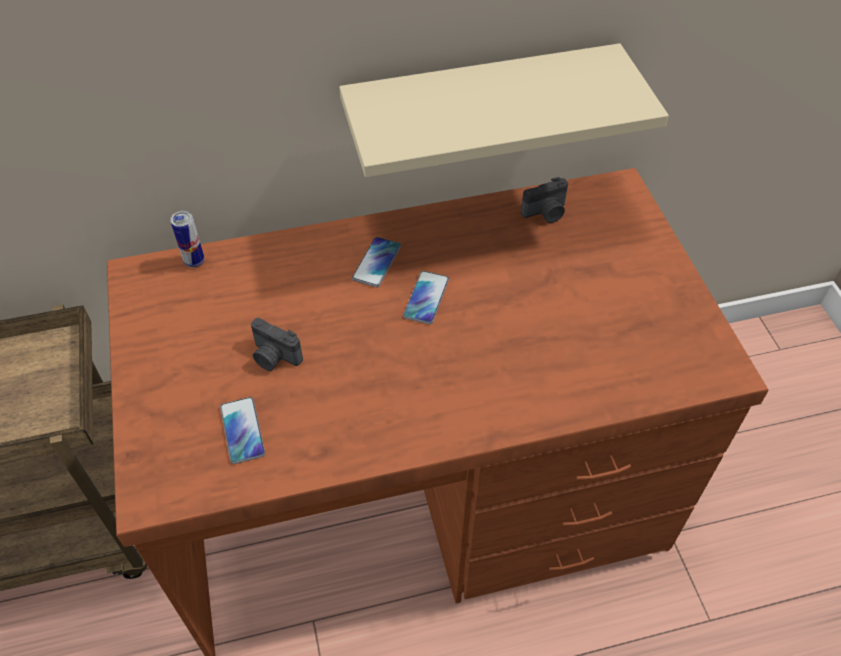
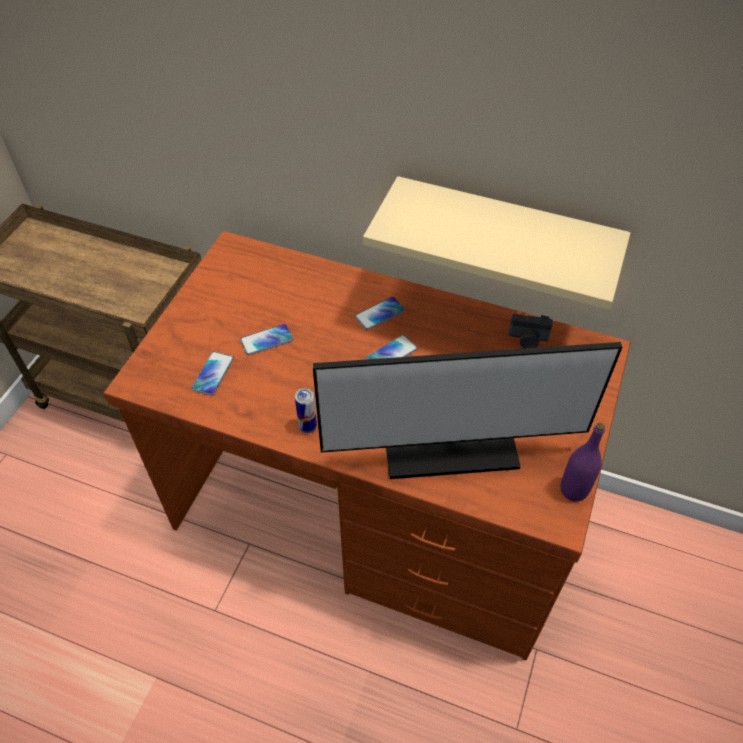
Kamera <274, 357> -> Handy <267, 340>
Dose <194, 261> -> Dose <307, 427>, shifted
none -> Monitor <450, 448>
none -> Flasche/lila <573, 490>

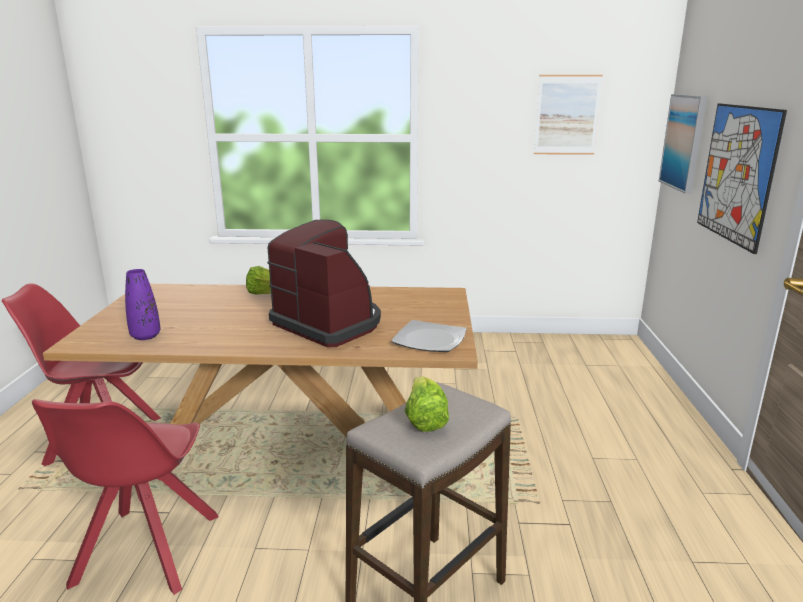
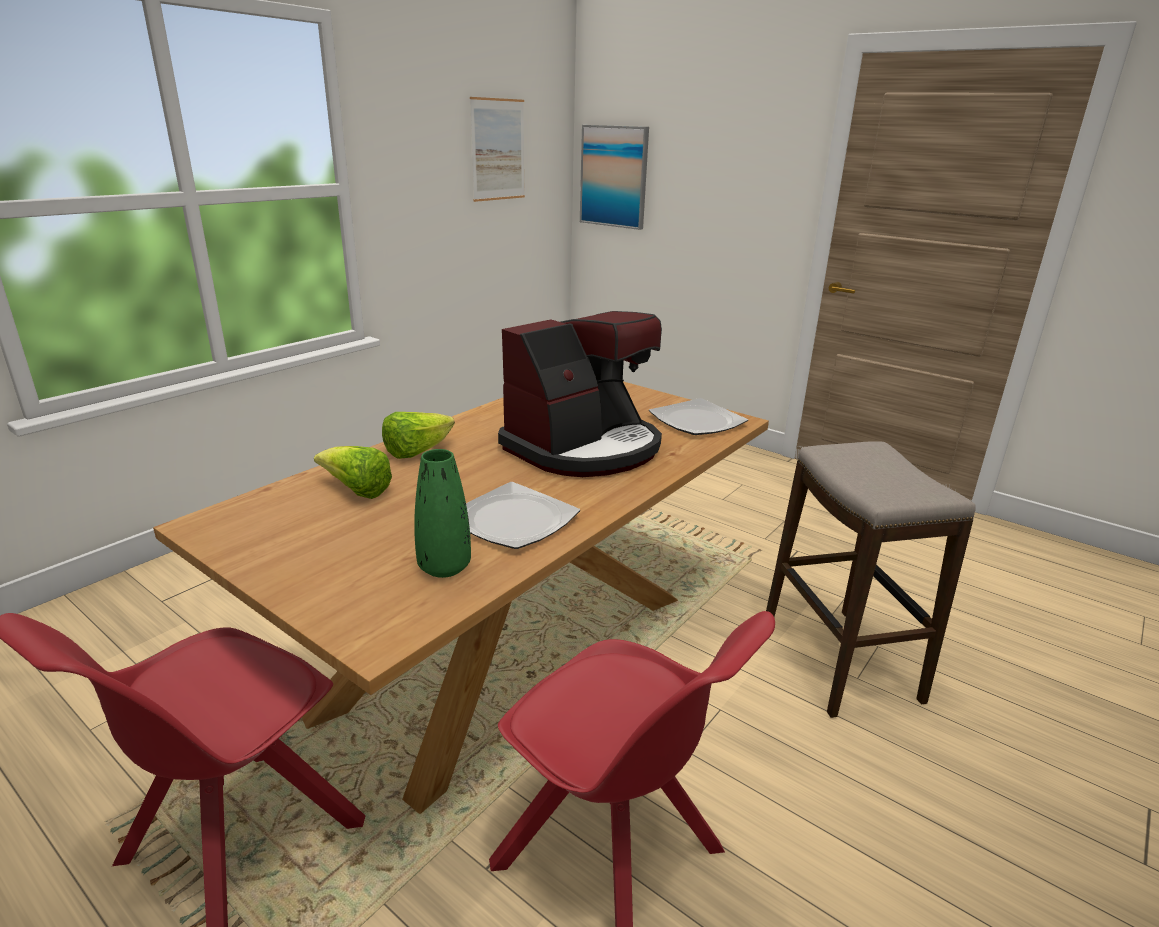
Salatkopf <424, 419> -> Salatkopf <357, 491>, shifted
Vase/lila <145, 336> -> Vase/grün <444, 567>
none -> Teller <513, 521>
Kaffeemaschine <329, 323> -> Kaffeemaschine <584, 448>, 150 degrees clockwise
Bild <737, 174> -> none

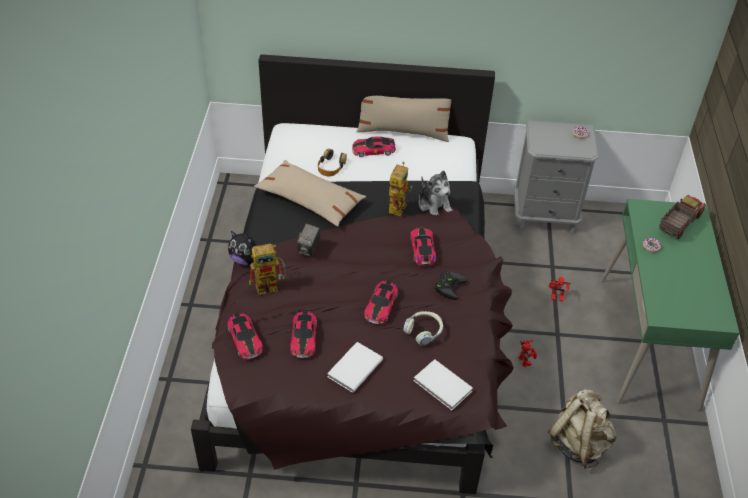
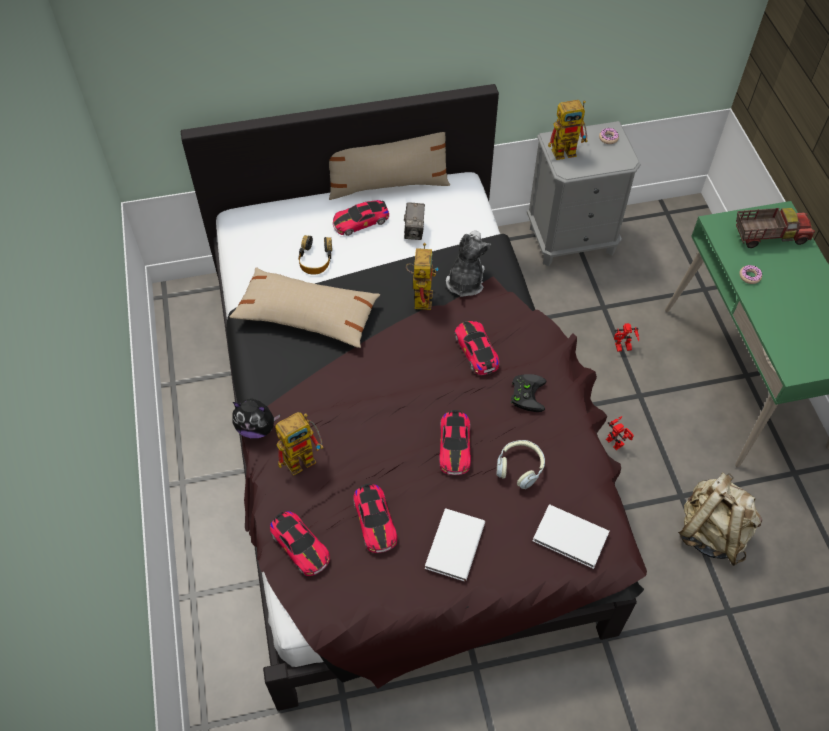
Kamera <309, 249> -> Kamera <414, 231>, shifted
Plüschtier <434, 205> -> Plüschtier <465, 282>, 120 degrees counterclockwise
none -> Spielzeugroboter <568, 150>
Spielzeuglaster <678, 223> -> Spielzeuglaster <769, 236>, 60 degrees clockwise

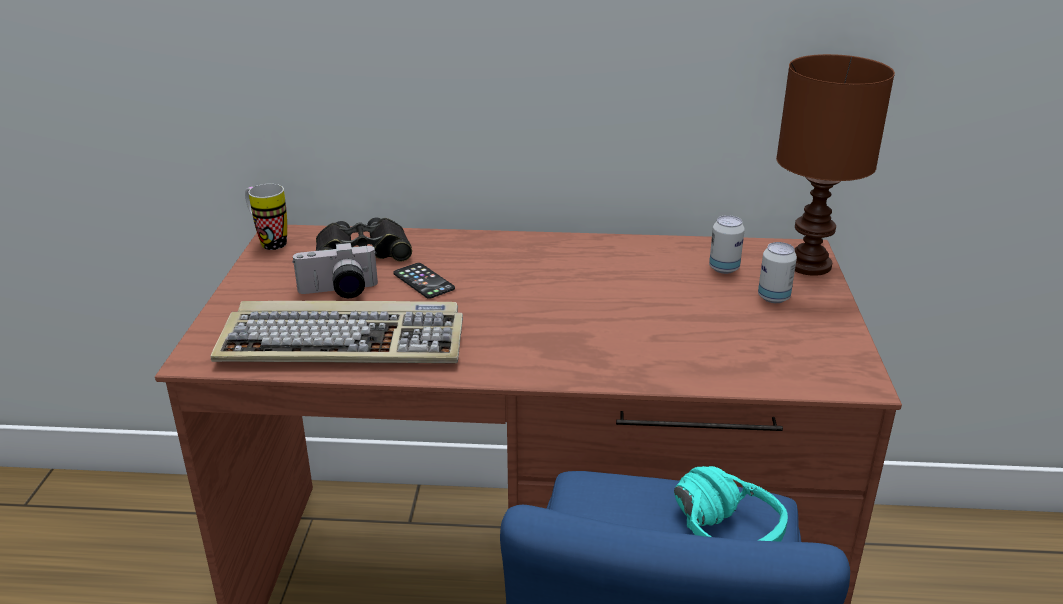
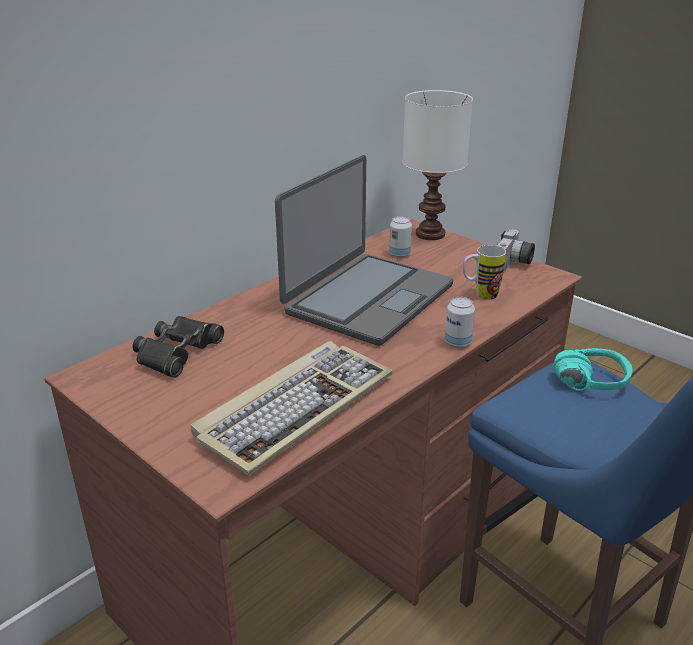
none -> Laptop <367, 298>
Tischlampe/braun <807, 265> -> Tischlampe/weiß <430, 235>
Dose <773, 297> -> Dose <458, 342>, shifted
Henkelbecher <268, 242> -> Henkelbecher <480, 295>, shifted
Kamera <338, 292> -> Kamera <512, 266>, shifted
Handy <423, 281> -> none

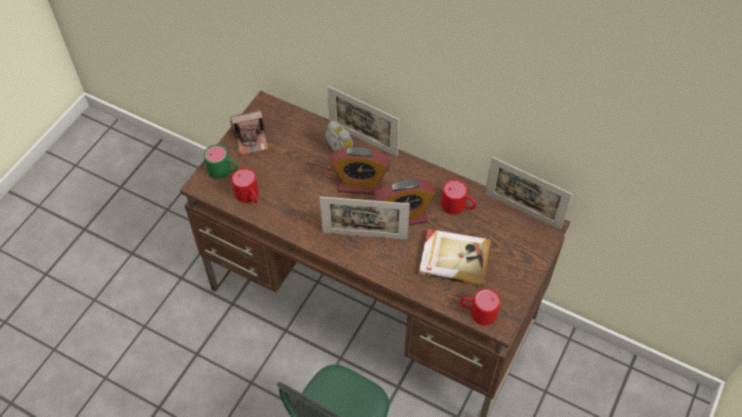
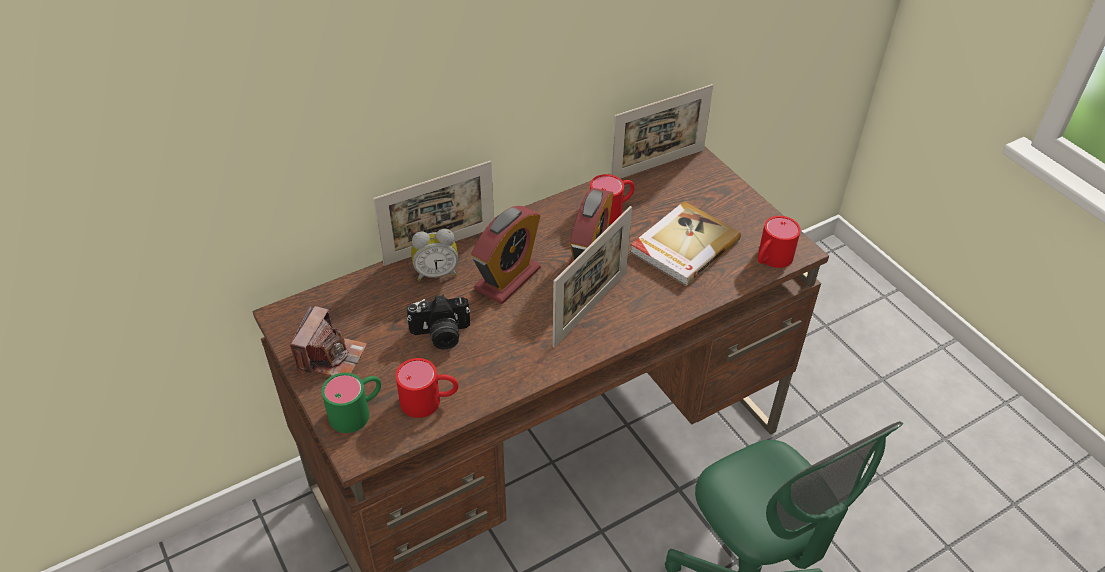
none -> Kamera <441, 335>

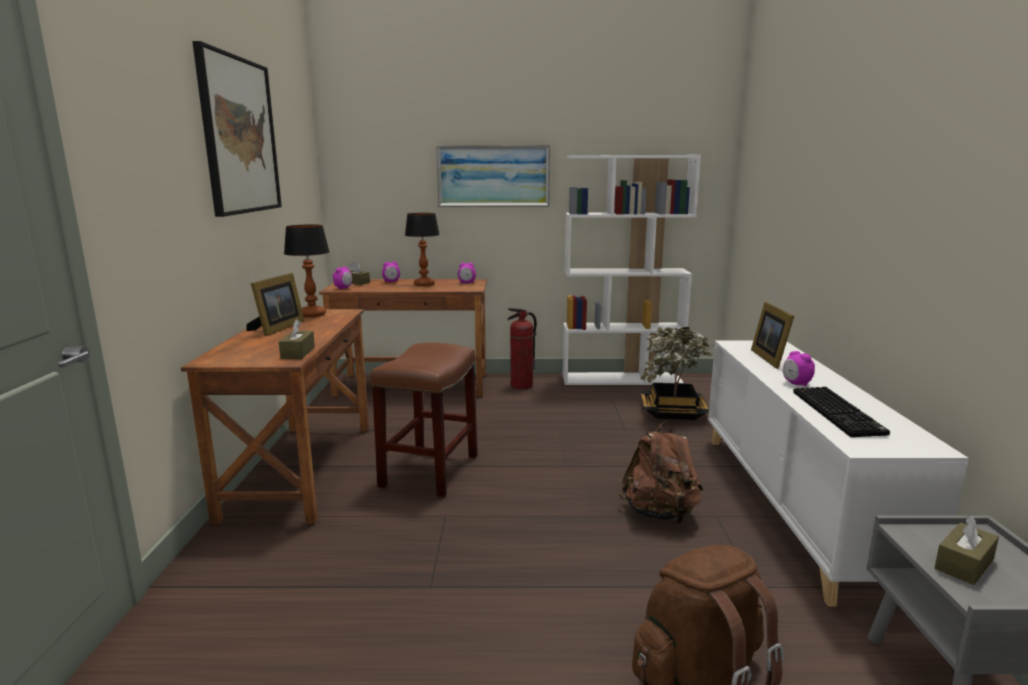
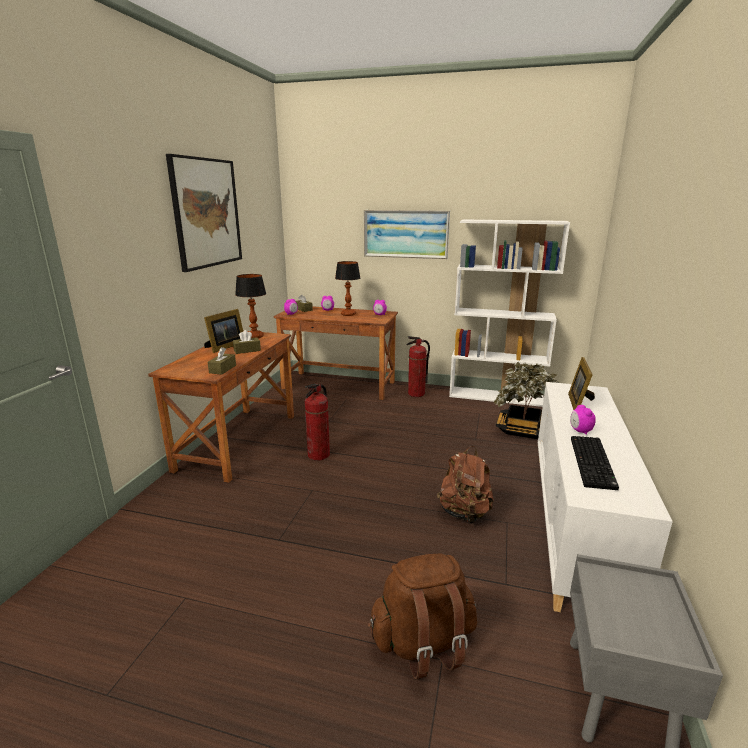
Taschentuchbox/braun <964, 564> -> Taschentuchbox/braun <247, 350>, shifted
Hocker/braun <430, 471> -> Feuerlöscher <318, 455>

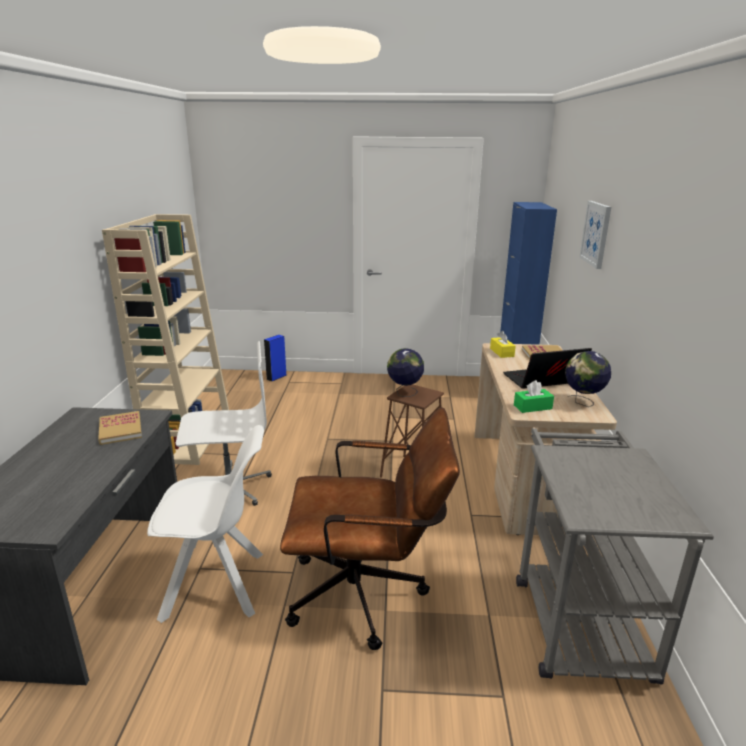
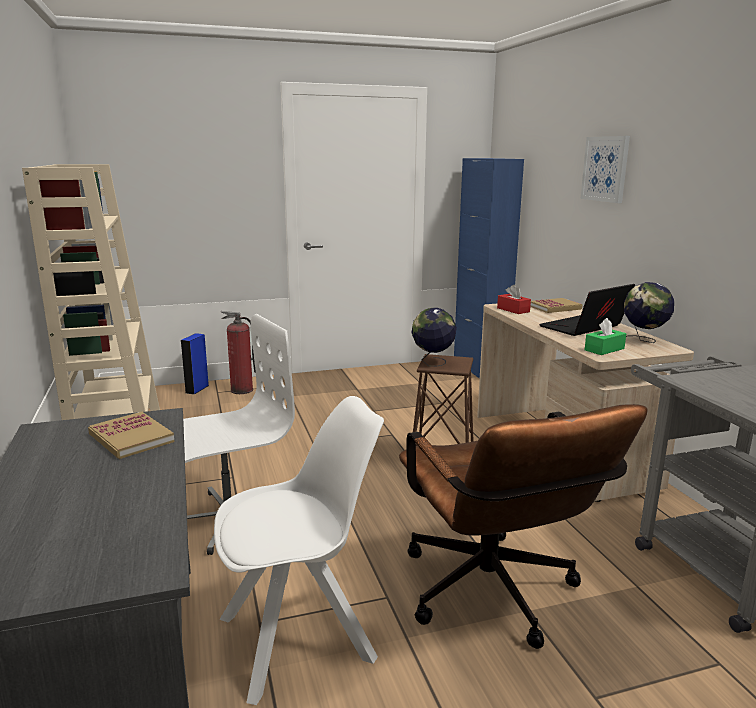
none -> Feuerlöscher <241, 390>
Bürostuhl/braun <368, 594> -> Bürostuhl/braun <495, 598>, 90 degrees clockwise
Taschentuchbox/gelb <501, 352> -> Taschentuchbox/rot <513, 310>

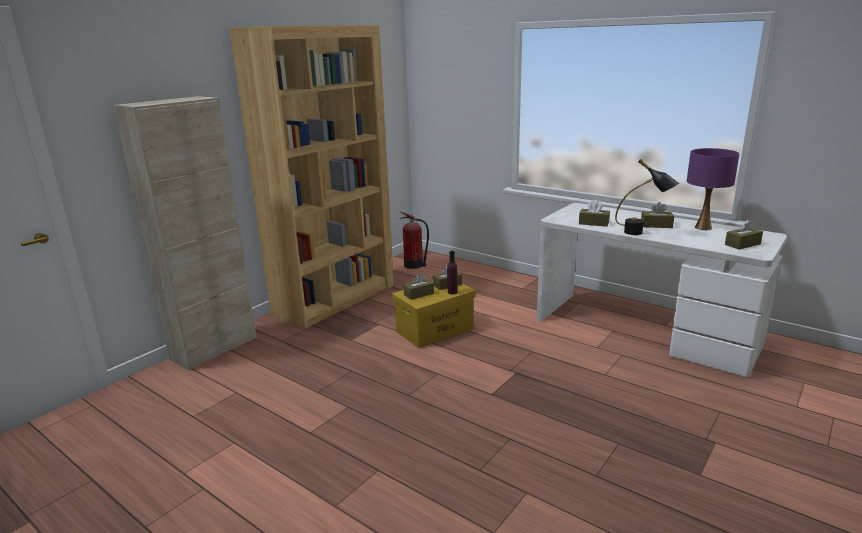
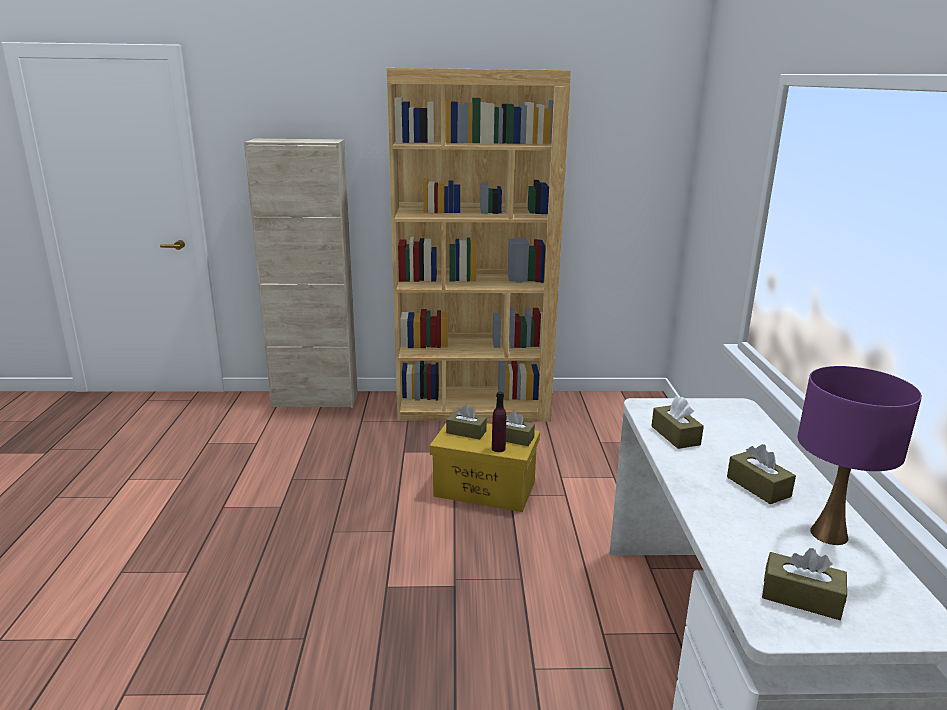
Feuerlöscher <414, 265> -> none
Tischlampe/schwarz <642, 233> -> none

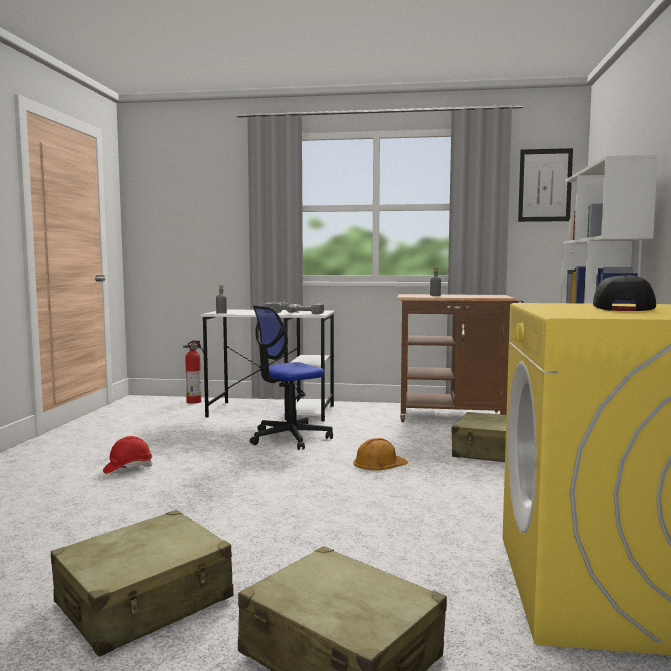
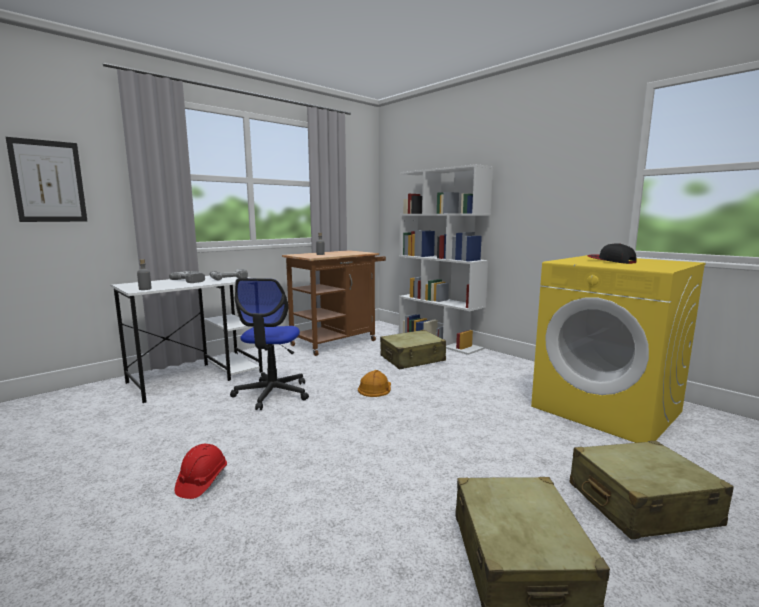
Bild <545, 185> -> Bild <48, 181>, shifted
Feuerlöscher <195, 401> -> none

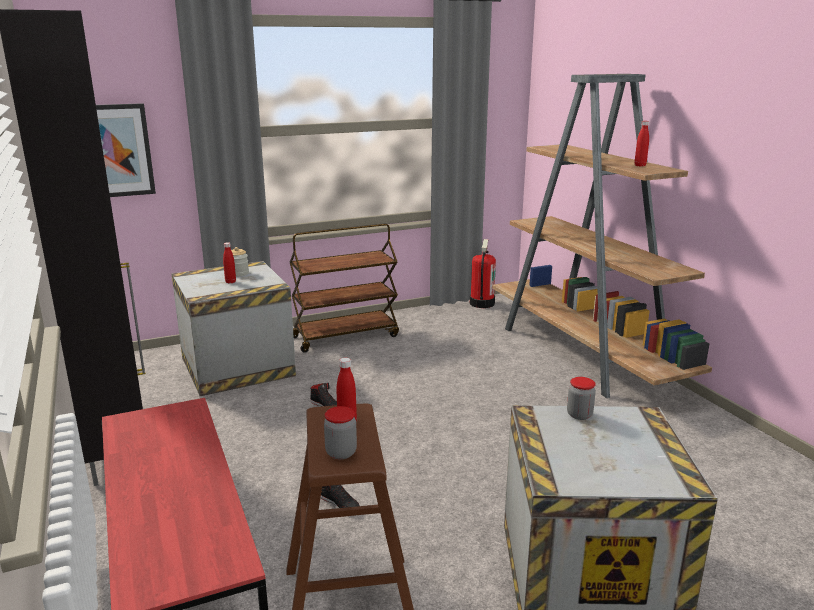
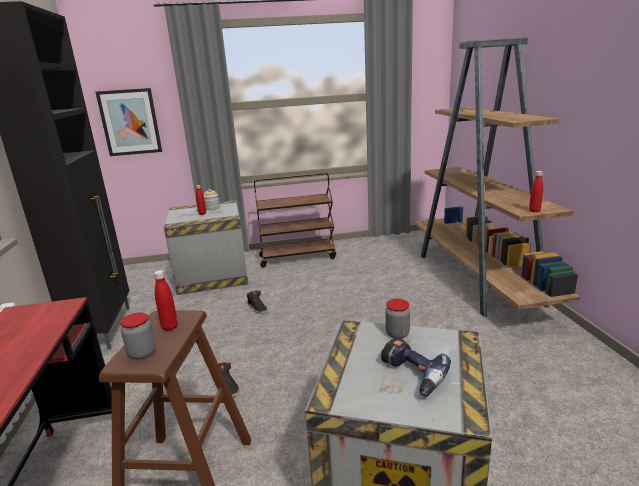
none -> Bohrmaschine <411, 376>
Flasche/rot <640, 165> -> Flasche/rot <534, 211>, shifted
Feuerlöscher <481, 303> -> none

